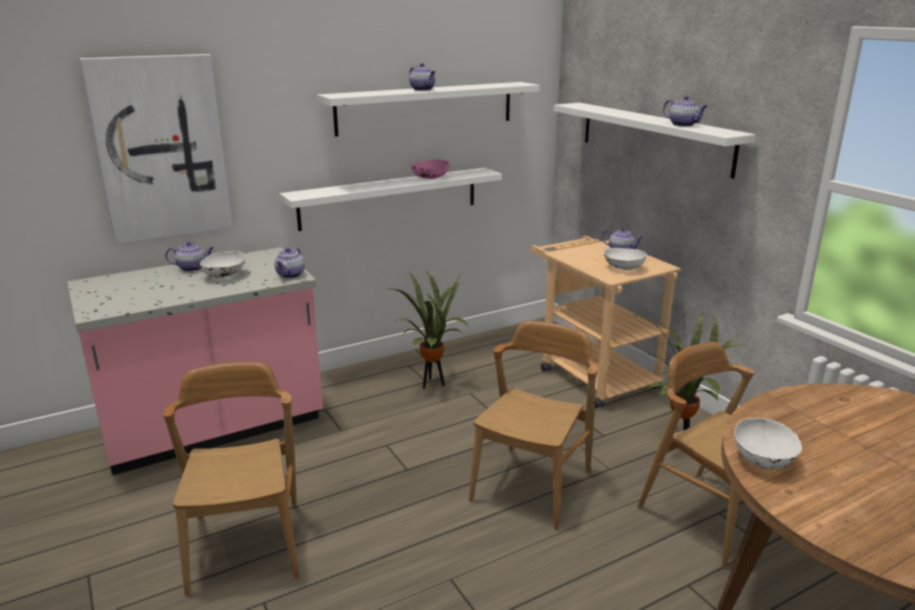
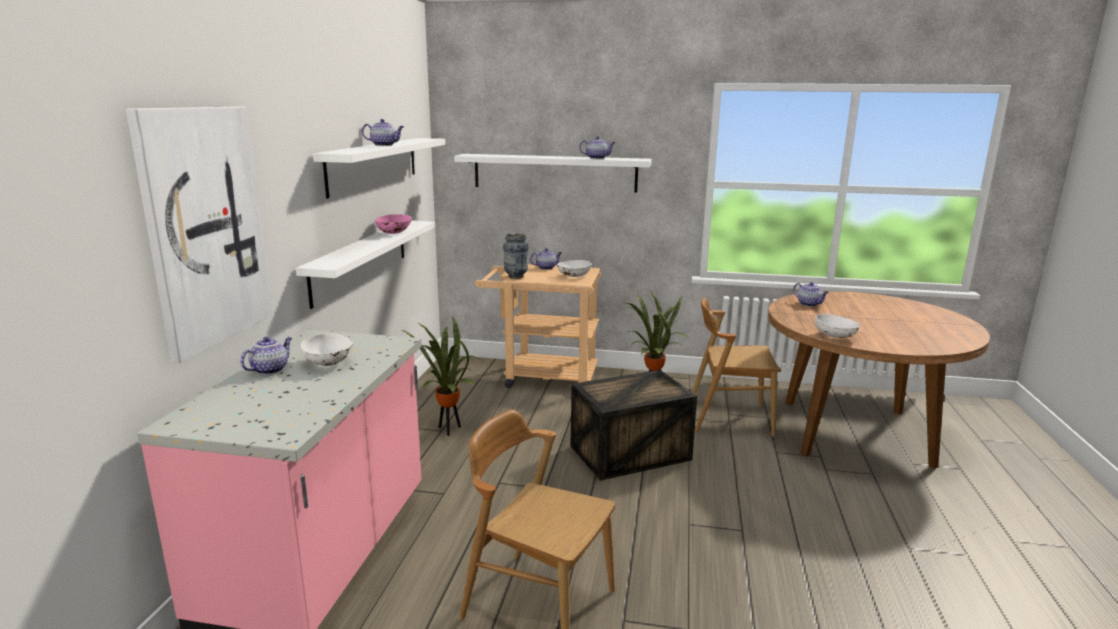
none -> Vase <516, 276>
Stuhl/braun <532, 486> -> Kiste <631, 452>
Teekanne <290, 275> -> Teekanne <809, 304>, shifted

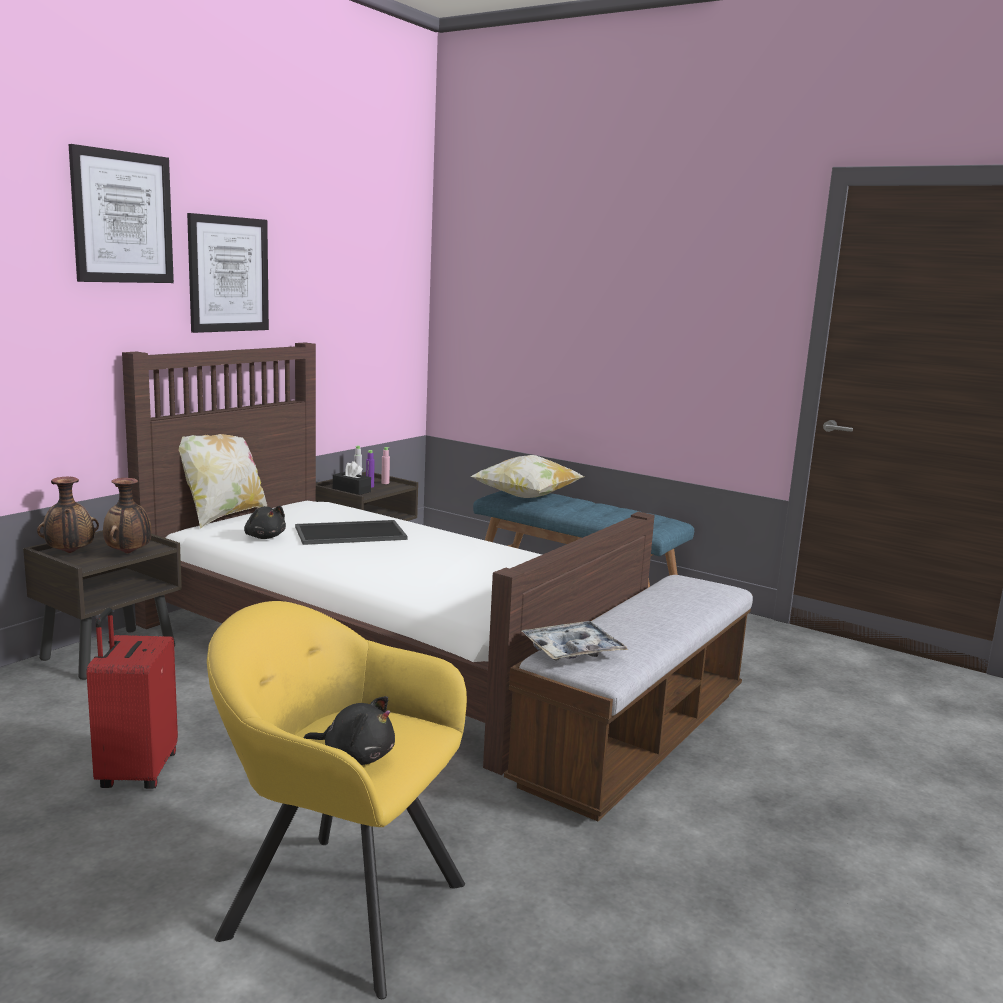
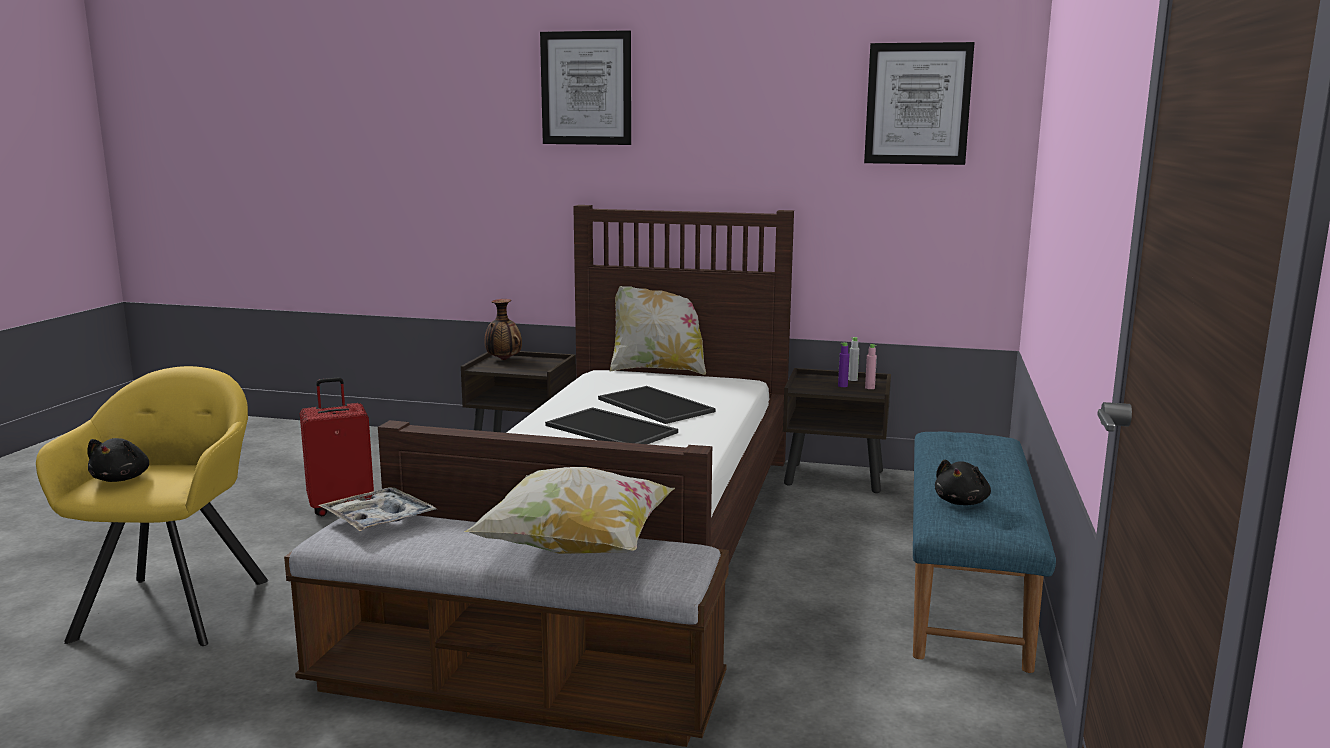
Kissen <526, 497> -> Kissen <576, 548>, shifted
none -> Tablett <613, 429>
Bild <228, 274> -> Bild <917, 104>, shifted
Plüschtier/schwarz <264, 537> -> Plüschtier/schwarz <961, 502>, shifted
Vase <129, 553> -> none
Taschentuchbox/schwarz <351, 490> -> none

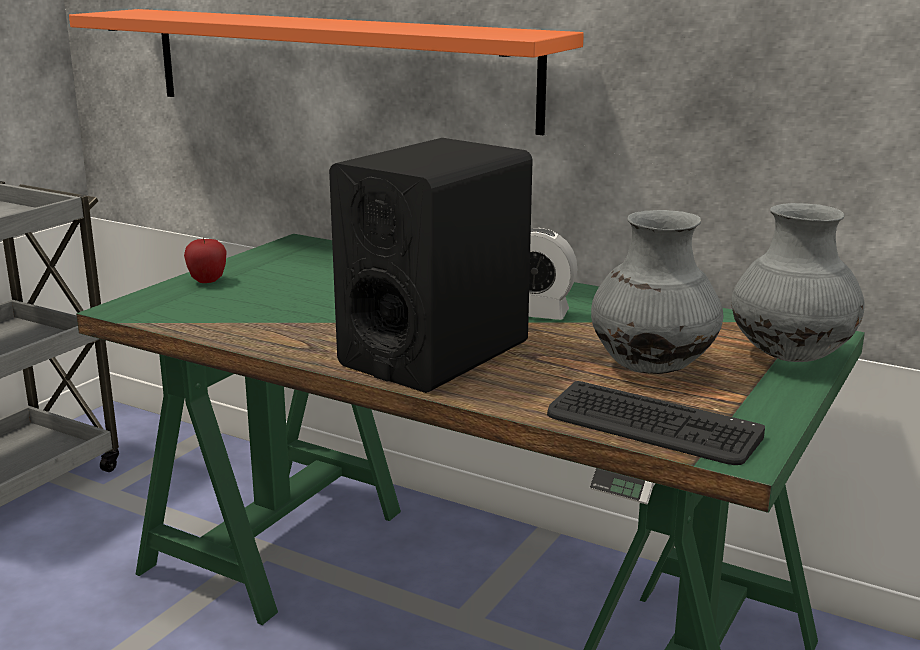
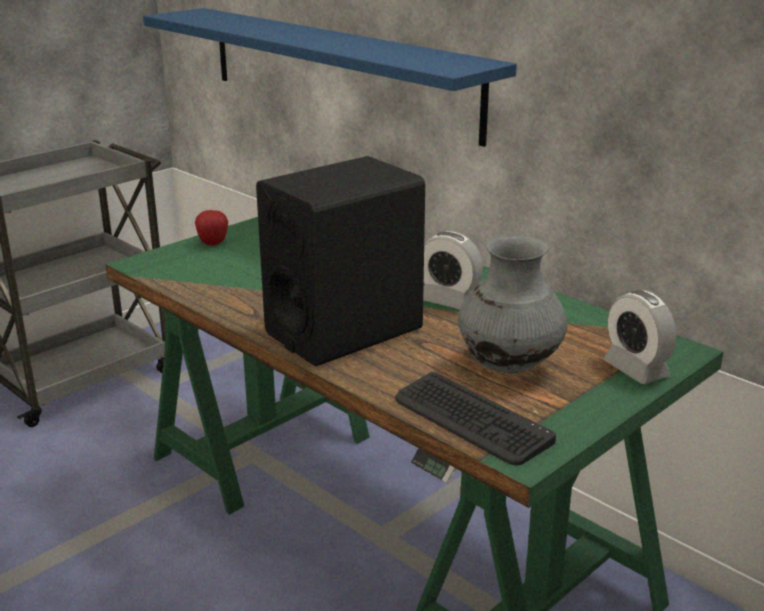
Wandregal/orange <336, 67> -> Wandregal/blau <337, 70>
Vase/grau <790, 357> -> Wecker <635, 369>

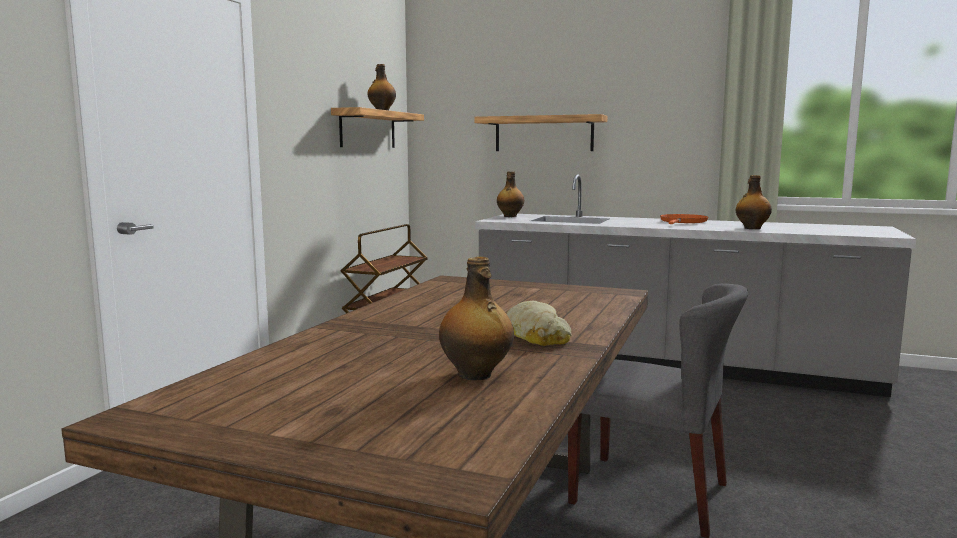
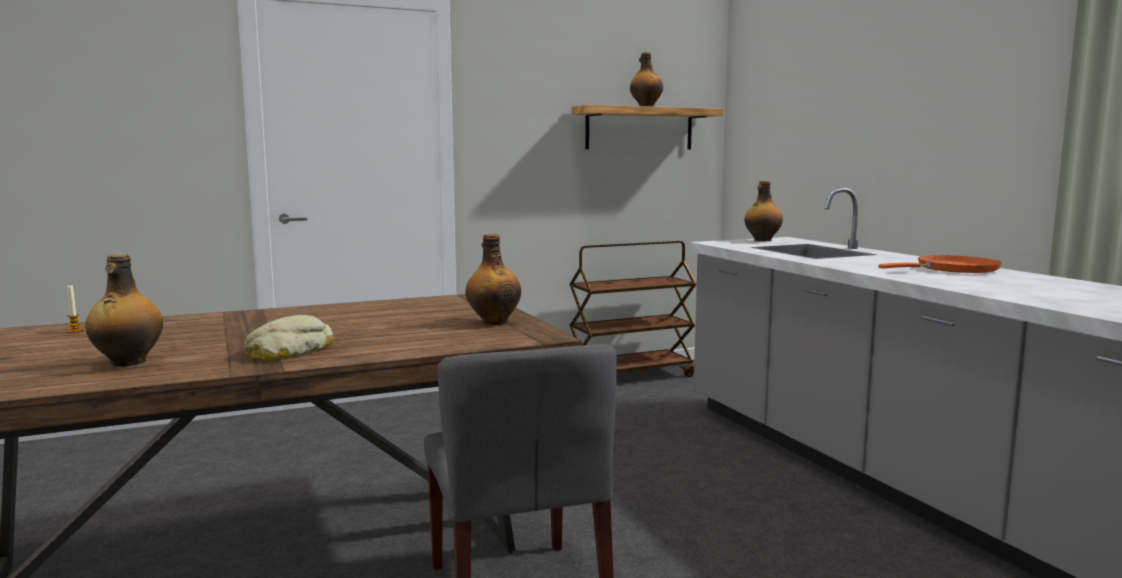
none -> Kerze <74, 331>
Flasche <751, 228> -> Flasche <494, 322>, shifted
Wandregal <543, 134> -> none

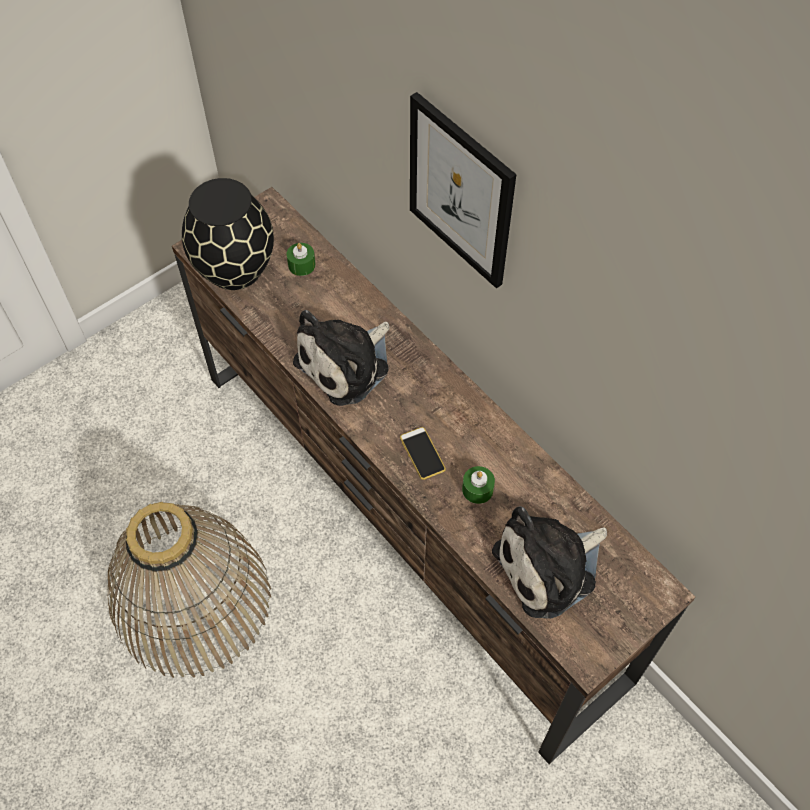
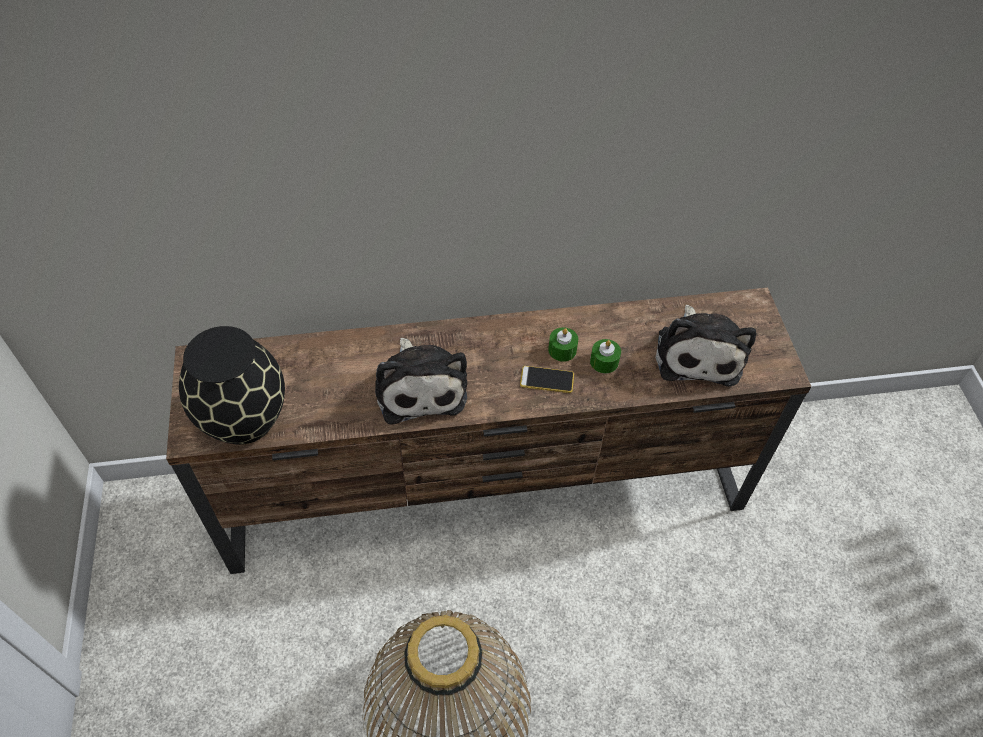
Kerze/grün <301, 265> -> Kerze/grün <562, 350>, shifted
Bild <461, 192> -> none

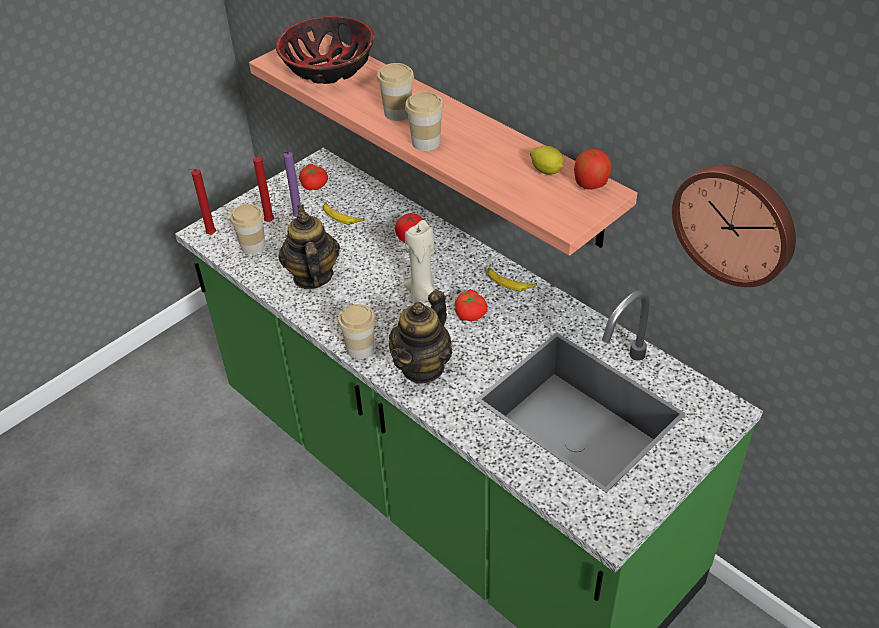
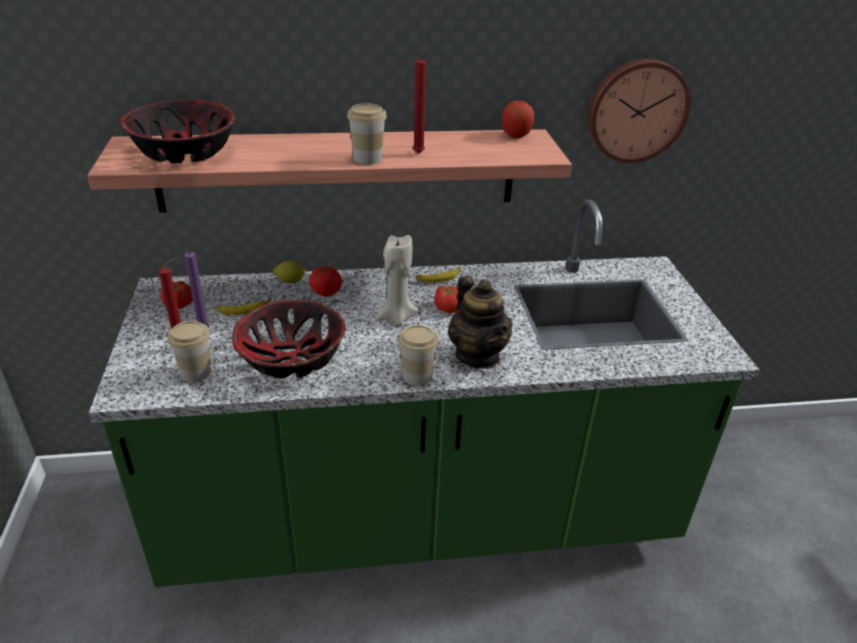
Teekanne <312, 276> -> Schüssel <291, 358>
Zitrone <546, 171> -> Zitrone <290, 281>, shifted
Kerze/rot <210, 235> -> Kerze/rot <419, 154>, shifted
Tasse <398, 113> -> none

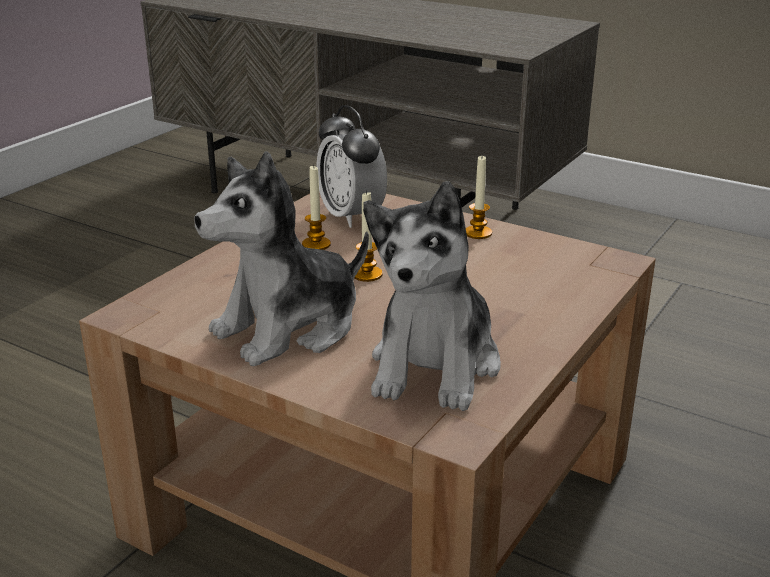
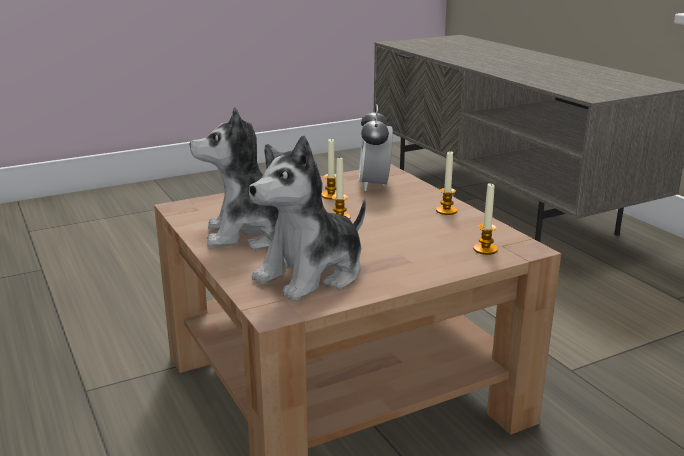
none -> Kerze <485, 249>

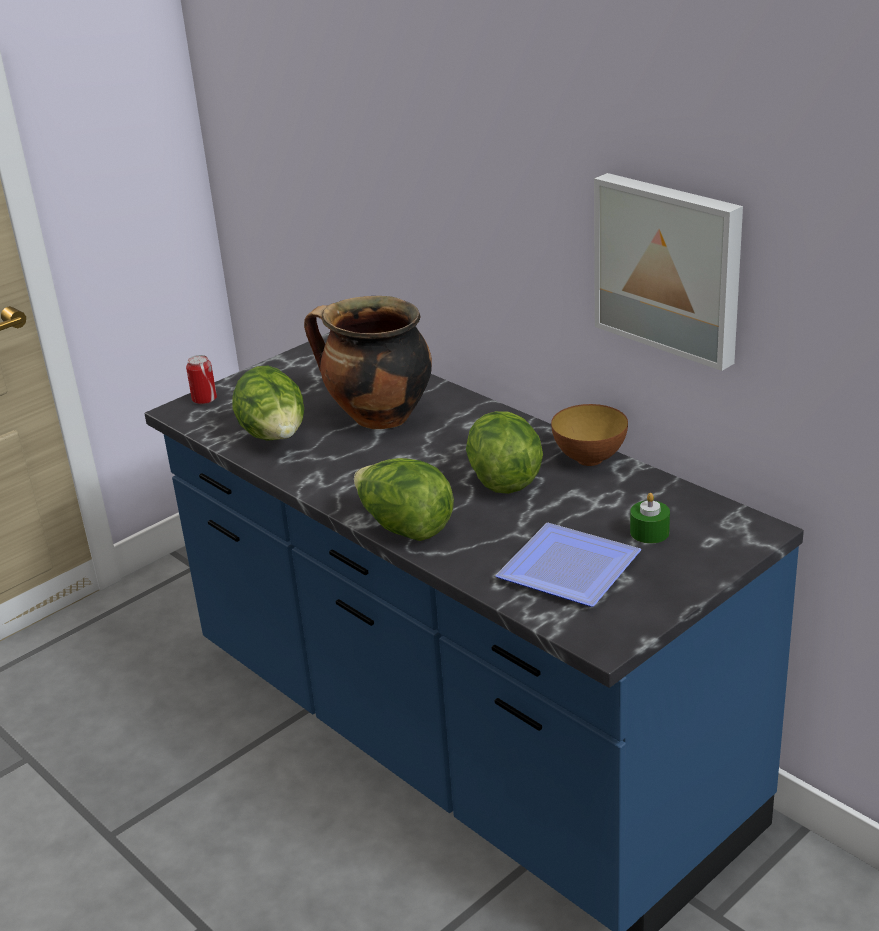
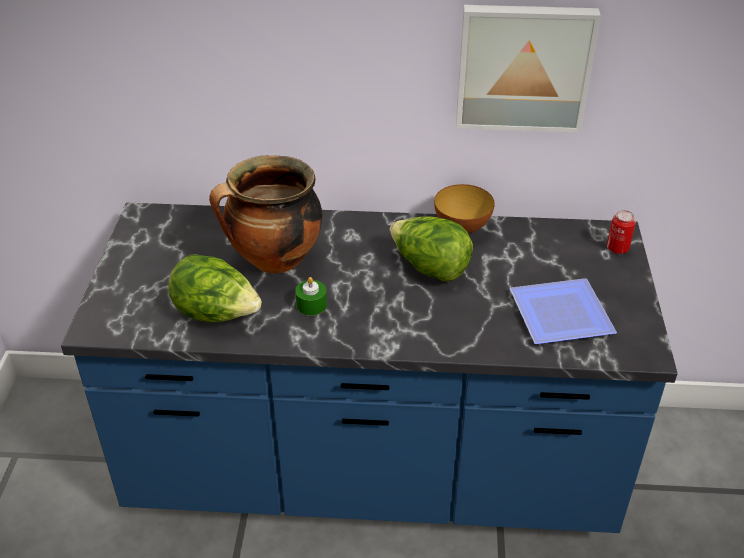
Kerze/grün <649, 532> -> Kerze/grün <311, 305>, shifted
Dose <204, 400> -> Dose <617, 248>, shifted
Salatkopf <404, 528> -> none

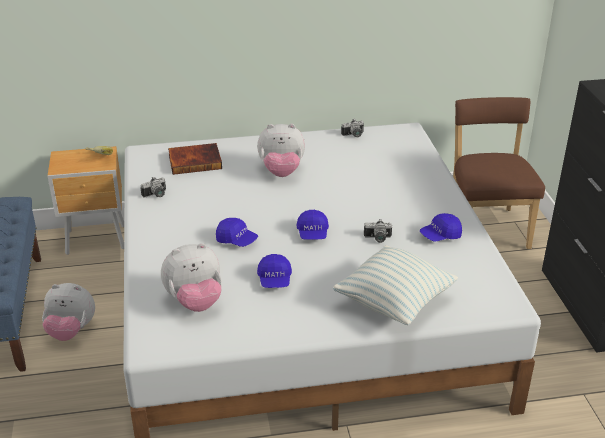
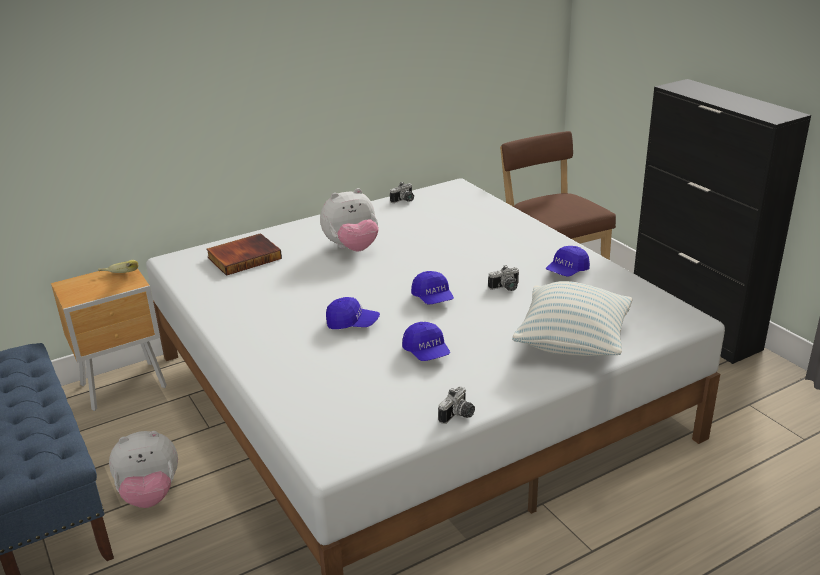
Kamera <156, 195> -> Kamera <458, 415>, shifted
Plüschtier <195, 302> -> none

